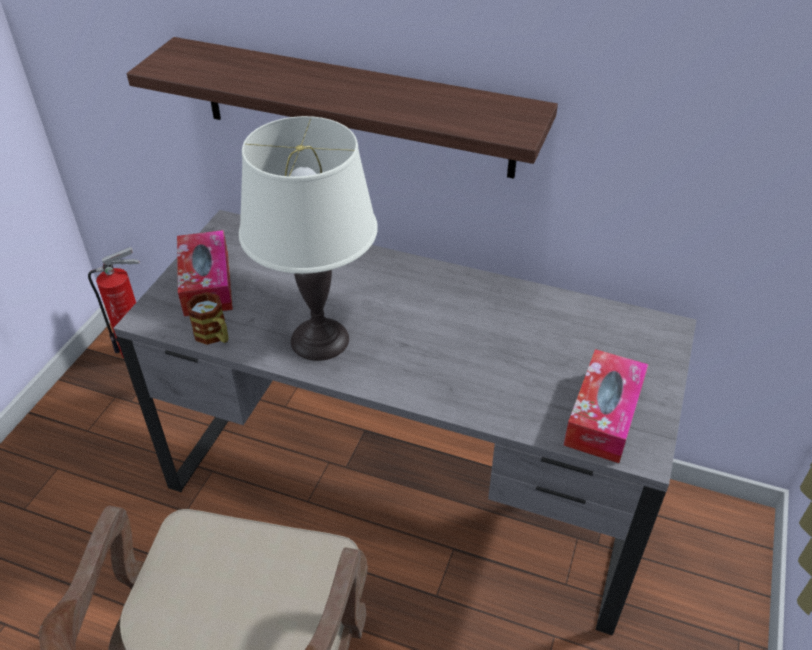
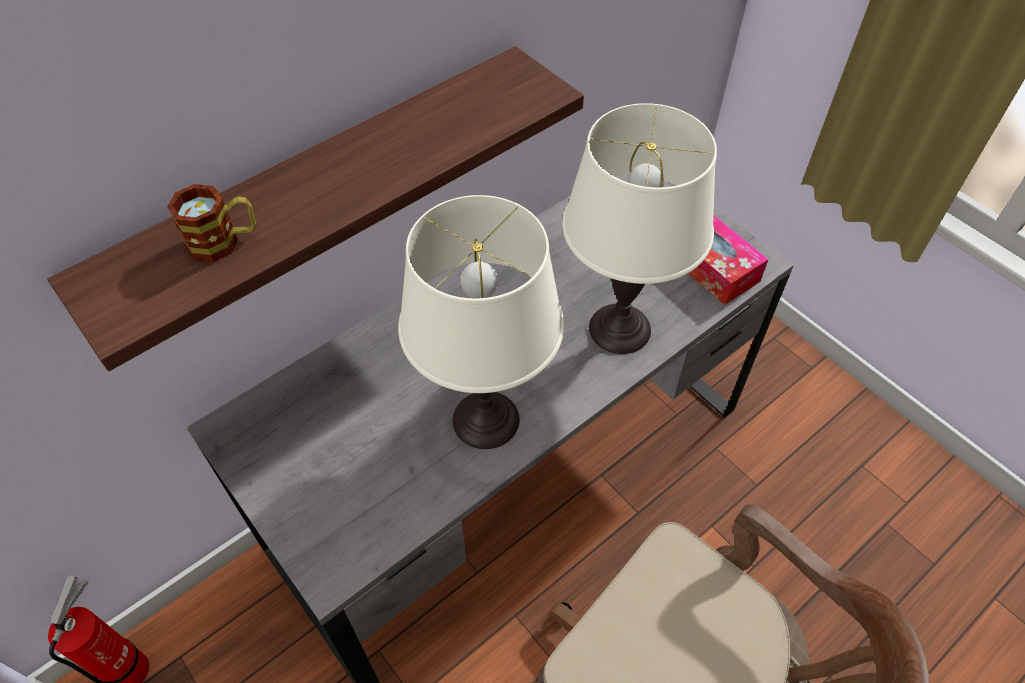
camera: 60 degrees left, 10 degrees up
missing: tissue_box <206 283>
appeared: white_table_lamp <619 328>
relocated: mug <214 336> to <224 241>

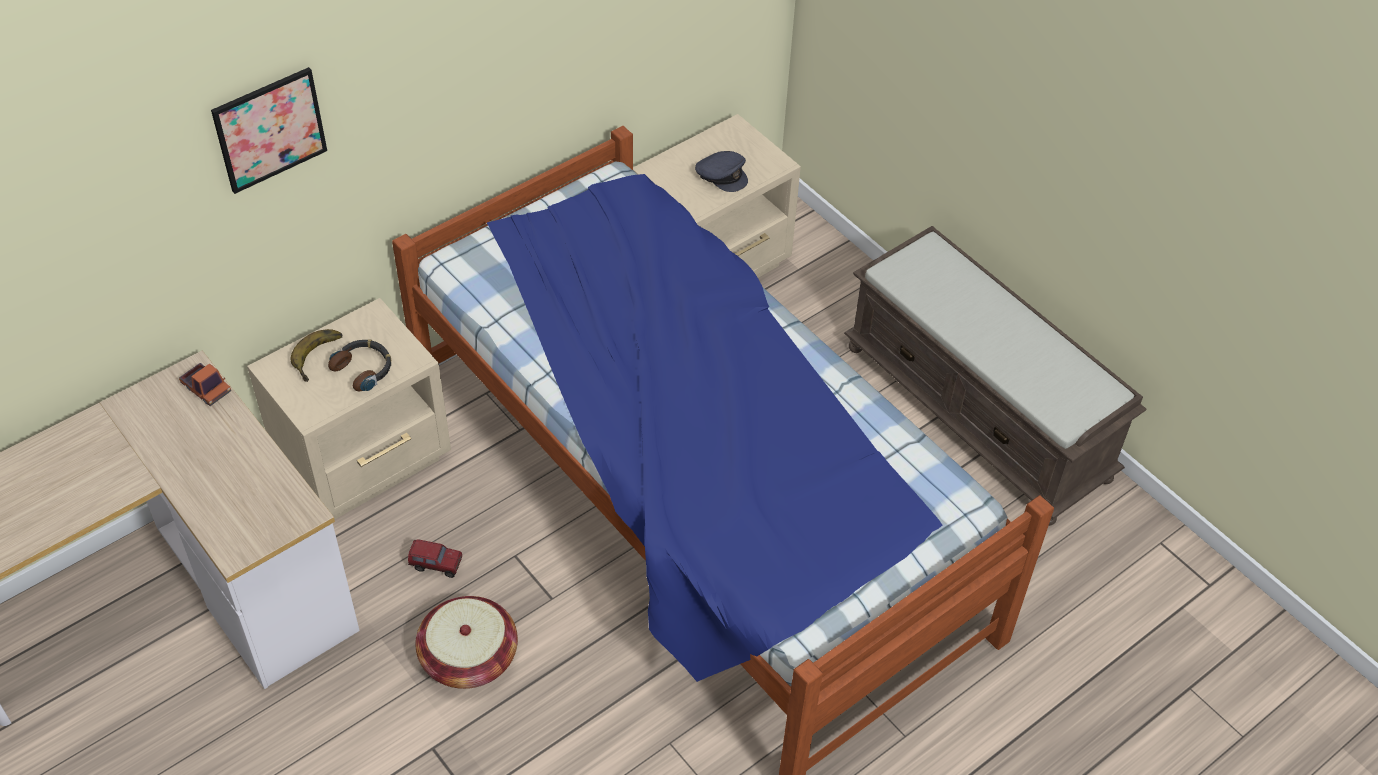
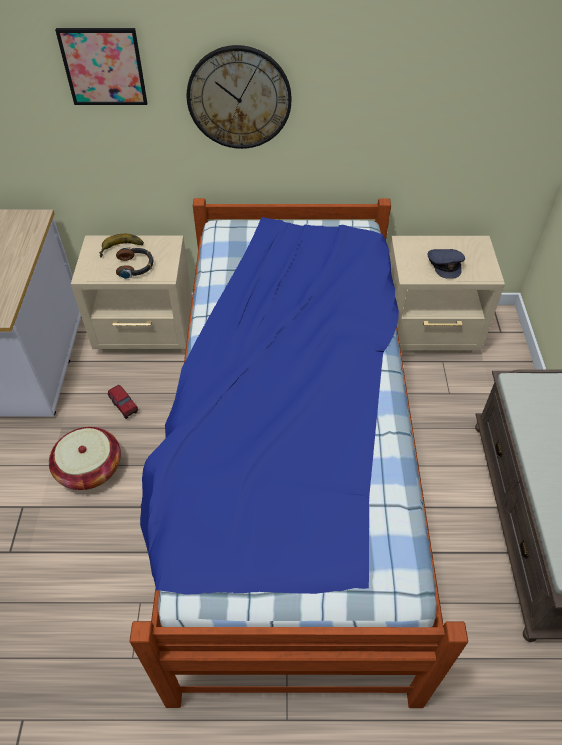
camera: 40 degrees right, 0 degrees up
missing: toy_truck <206 389>
appeared: wall_clock <239 98>

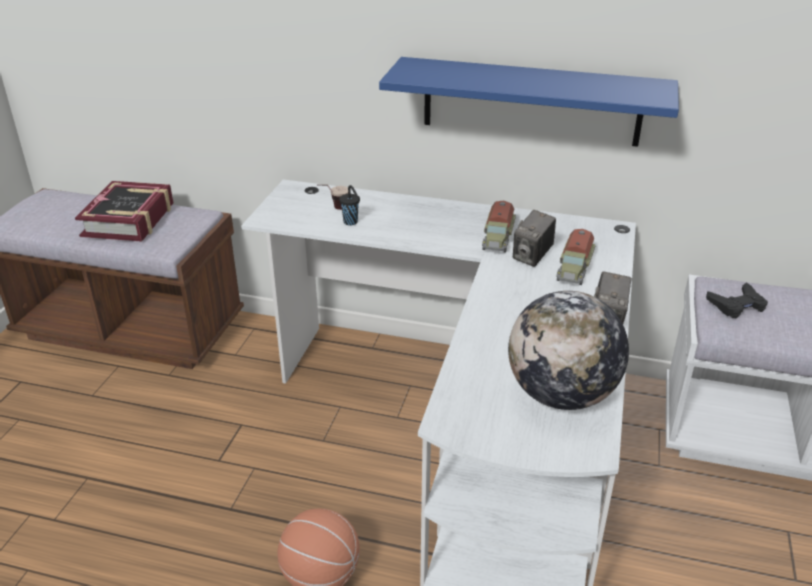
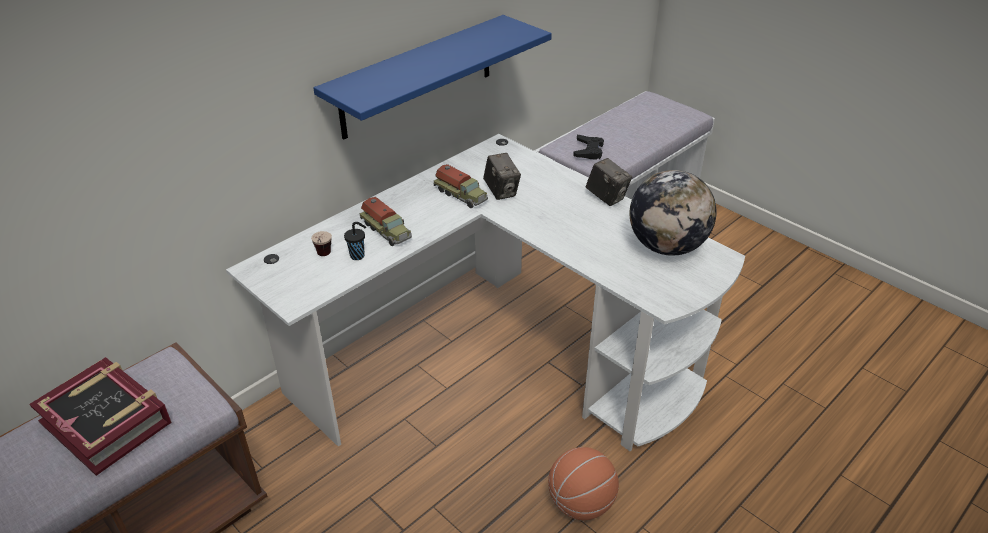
camera: 60 degrees left, 5 degrees up
relocated: toy_truck <574 269> to <387 231>

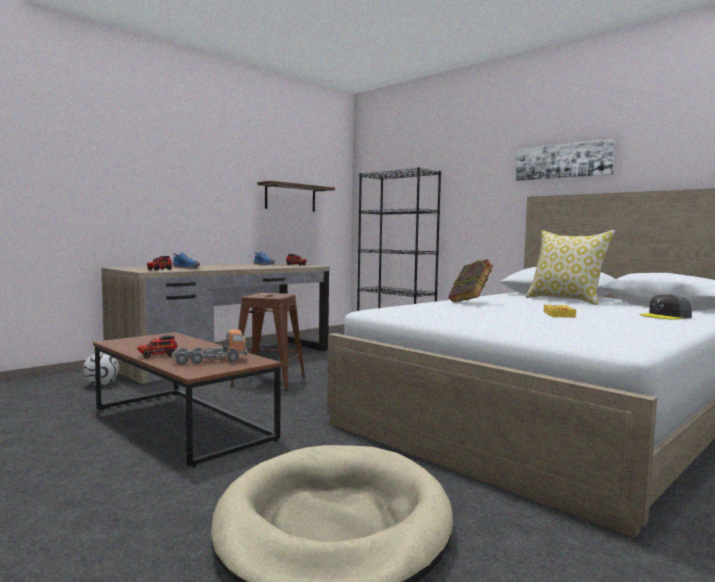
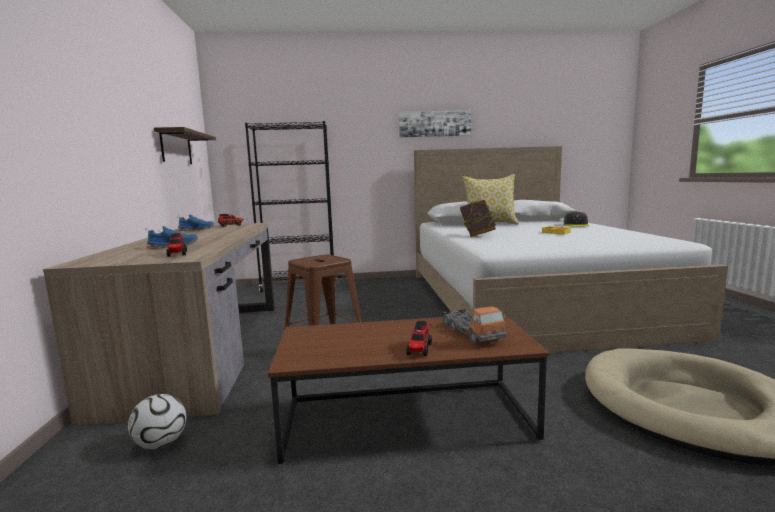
camera: 50 degrees left, 5 degrees up
spun: toy_truck <210 360> = <471 333> 135 degrees clockwise

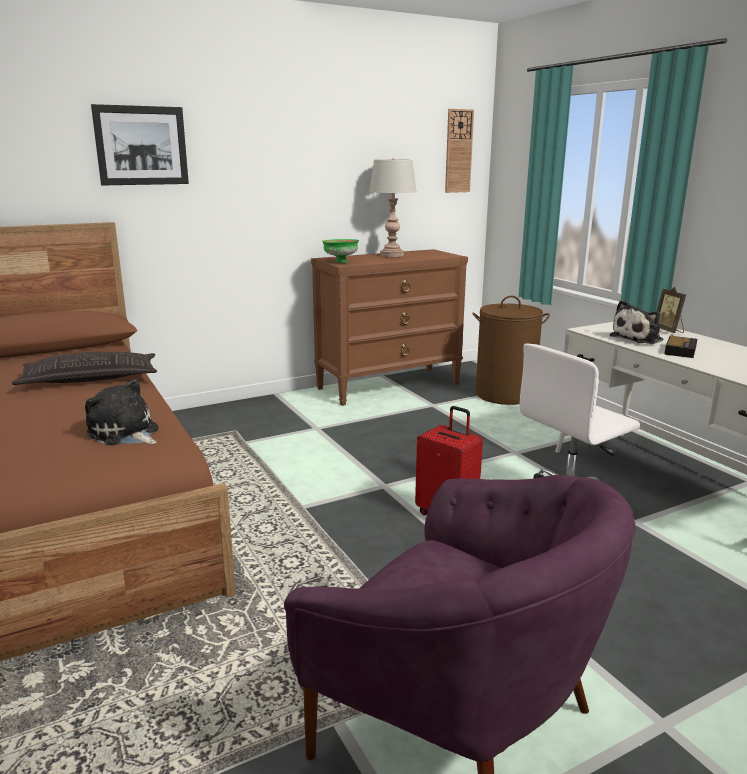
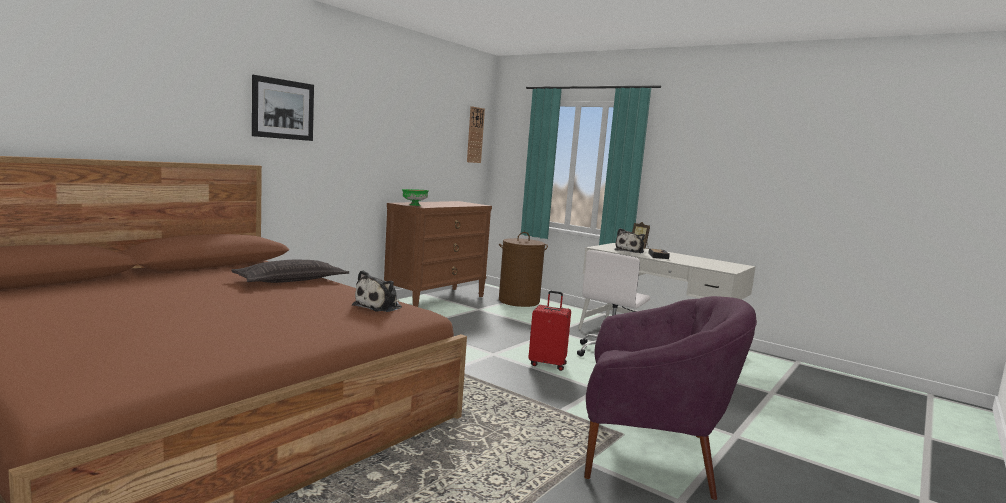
camera: 25 degrees left, 10 degrees down
missing: grey_table_lamp <392 255>
spun: plush_toy <125 433> = <380 306> 75 degrees counterclockwise

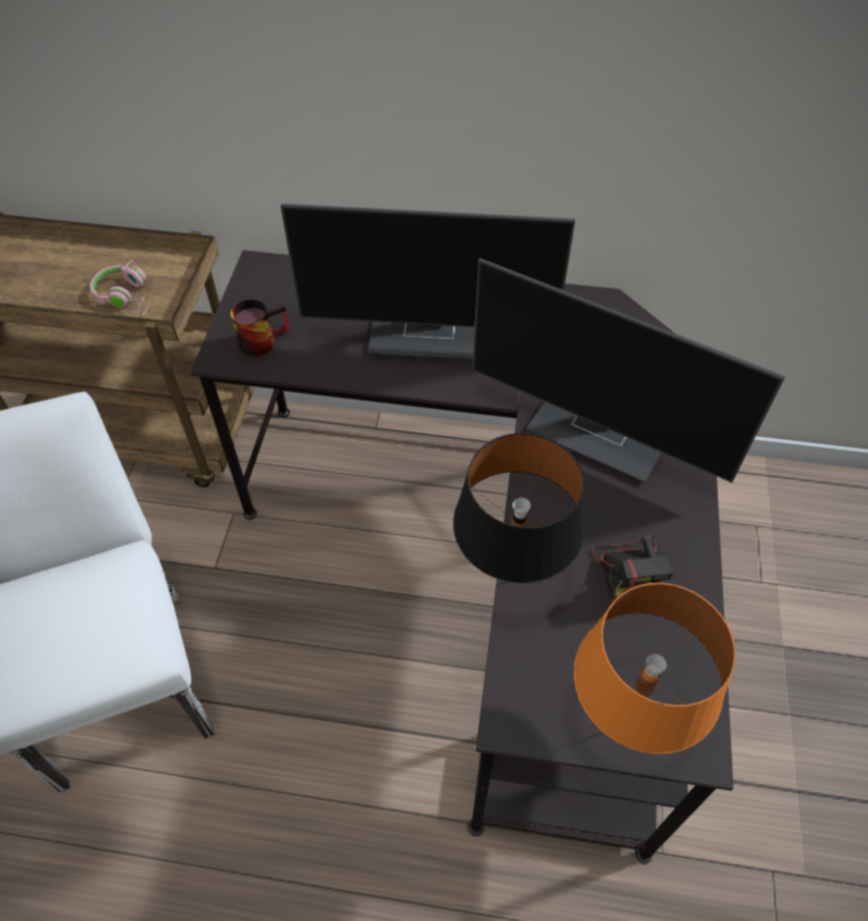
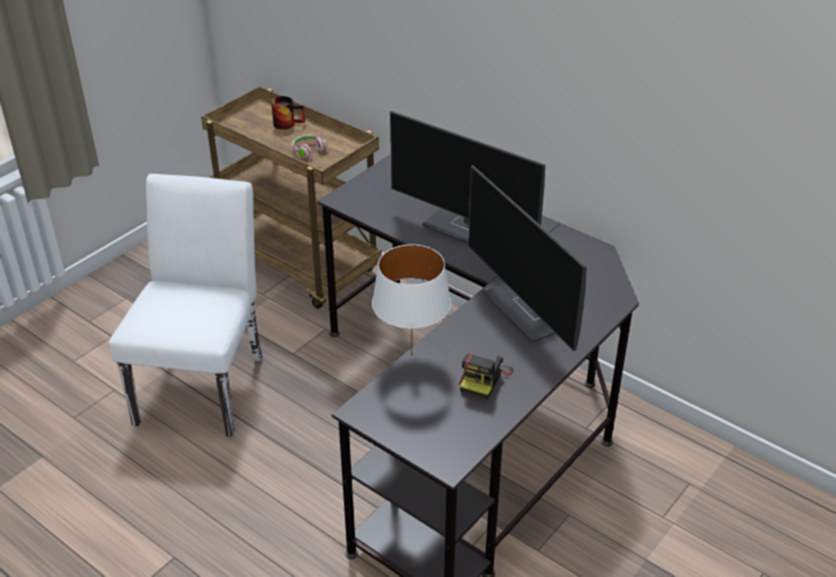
camera: 30 degrees right, 15 degrees down
missing: orange_table_lamp <625 725>
relocated: mug <261 339> to <288 123>
colour: black_table_lamp <511 581> to white_table_lamp <412 356>

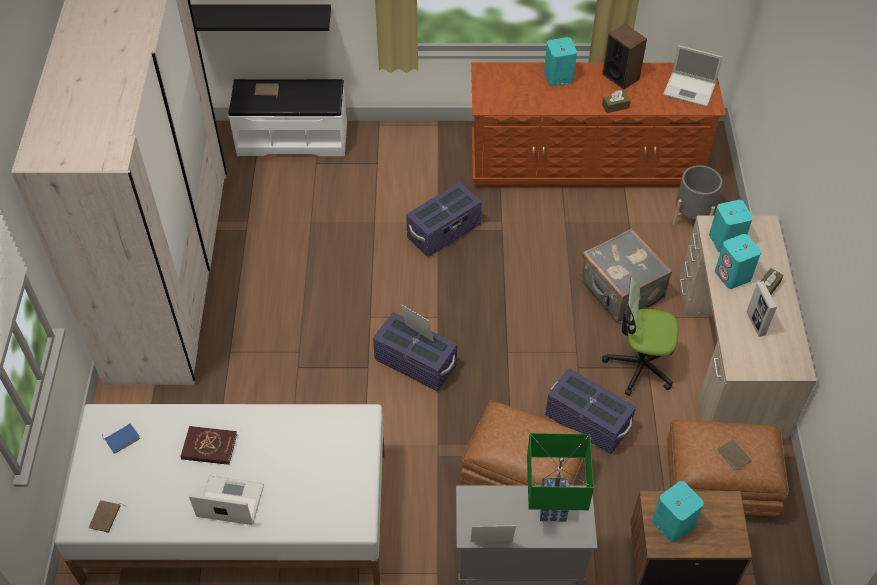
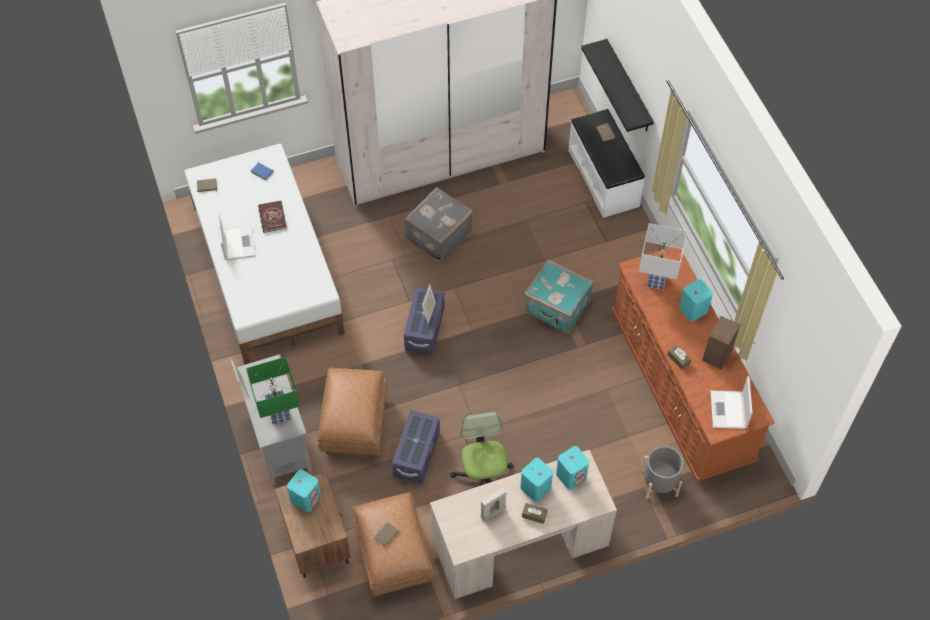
camera: 70 degrees right, 5 degrees up
appeared: white_table_lamp <656 280>
relocated: grey_suitcase <620 291> to <437 235>
exchanged: purple_storage_box <444 231> to turquoise_suitcase <556 308>

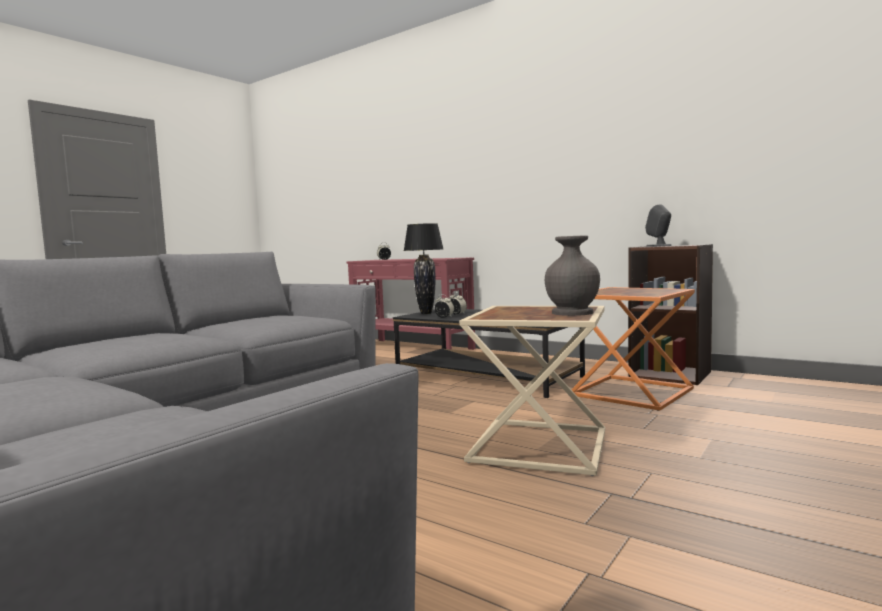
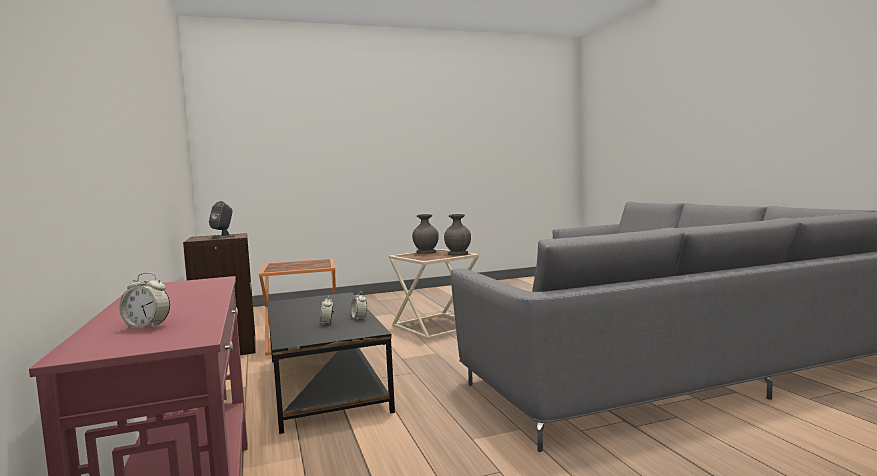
camera: 145 degrees left, 0 degrees up
missing: black_table_lamp <426 313>
appeared: grey_vase <458 254>

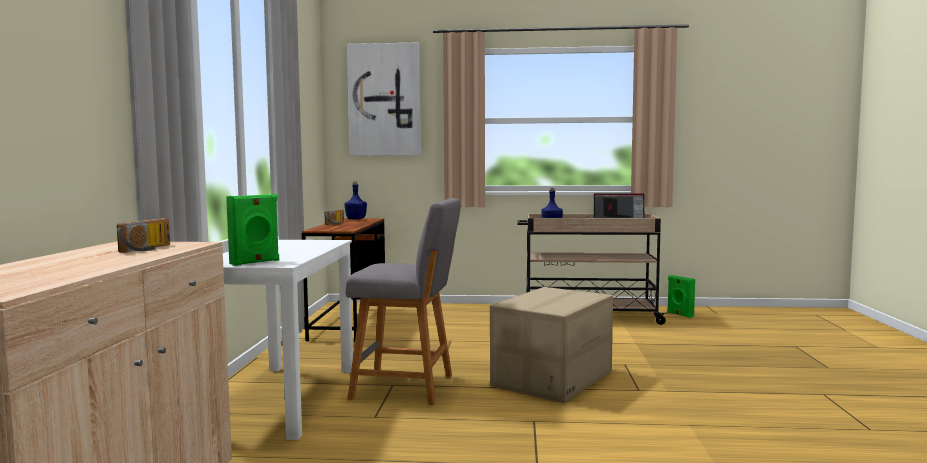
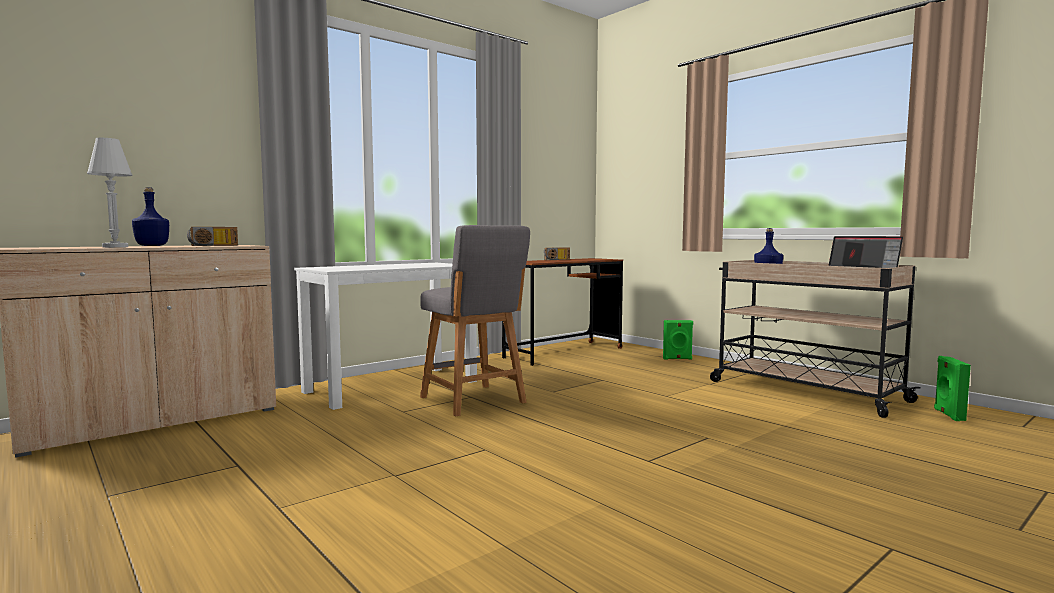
camera: 45 degrees right, 0 degrees up
missing: picture <384 100>; cardboard_box <553 379>
appeared: white_table_lamp <115 247>
relocated: blue_bottle <356 219> to <153 246>; green_speaker <255 262> to <677 359>

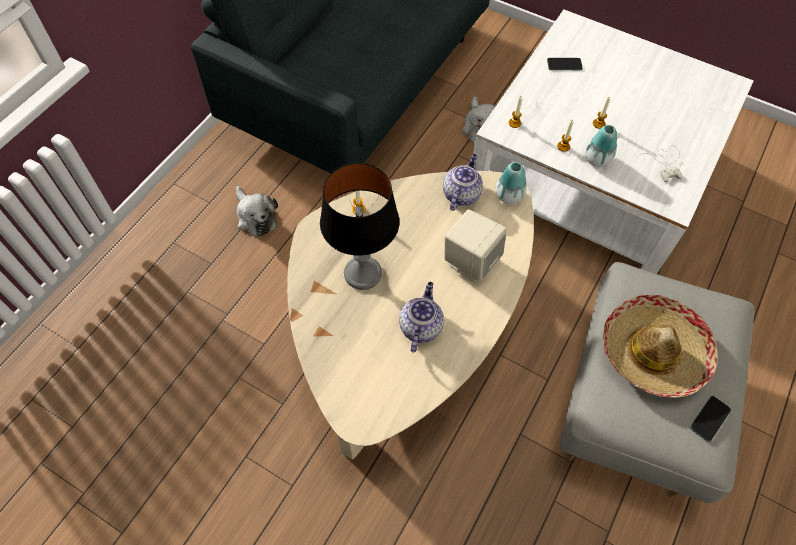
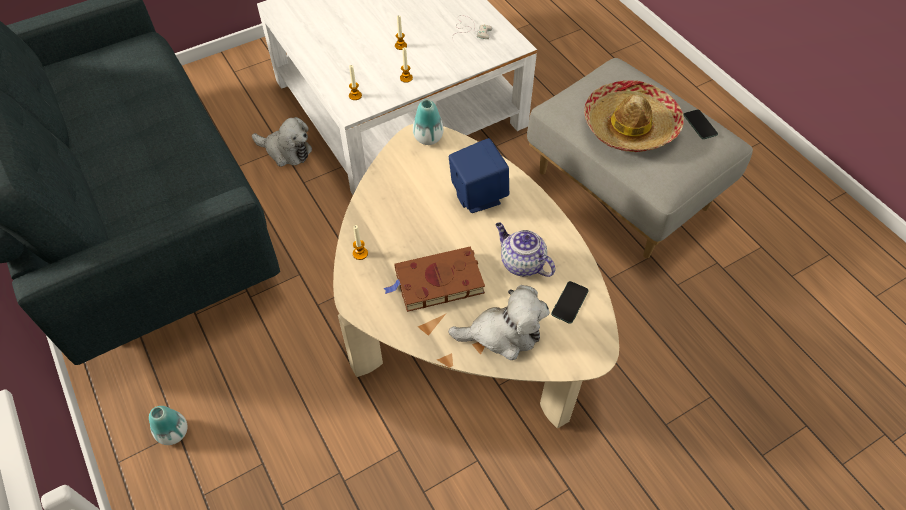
camera: 60 degrees left, 5 degrees down
missing: teapot <461 194>
relocated: vase <597 159> to <173 432>; plush_toy <255 217> to <503 333>; phone <564 64> to <569 302>
exchanged: table_lamp <362 273> to brown_book <436 282>
colour: beige_speaker <471 261> to blue_speaker <477 196>

